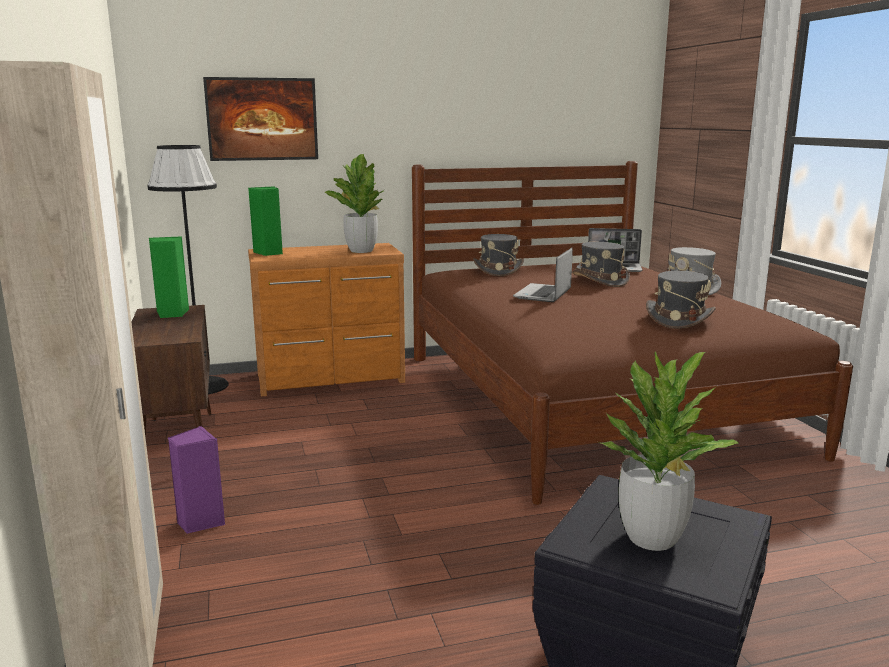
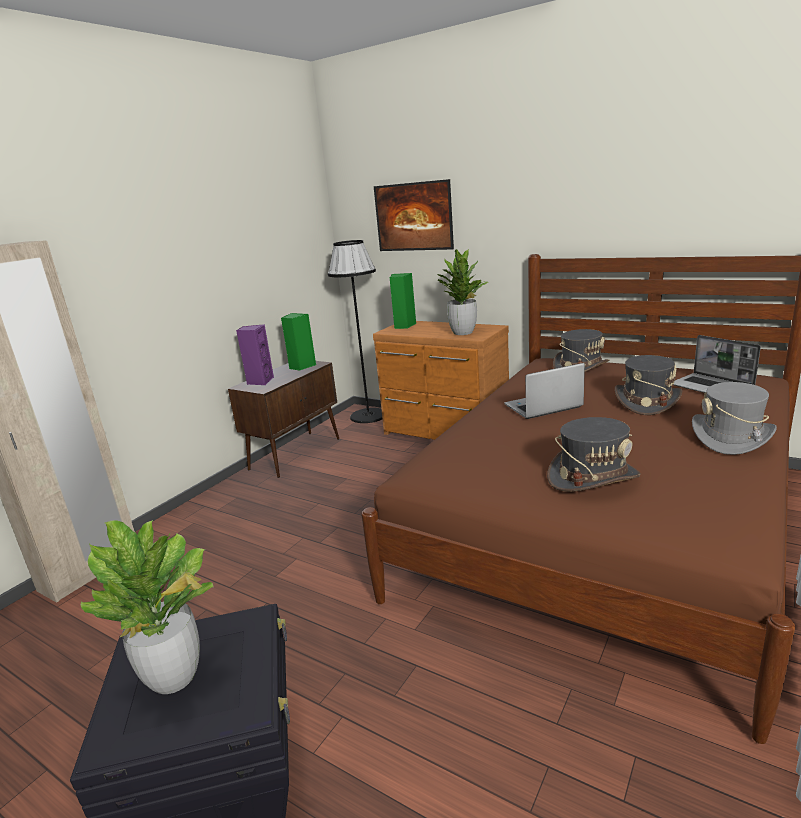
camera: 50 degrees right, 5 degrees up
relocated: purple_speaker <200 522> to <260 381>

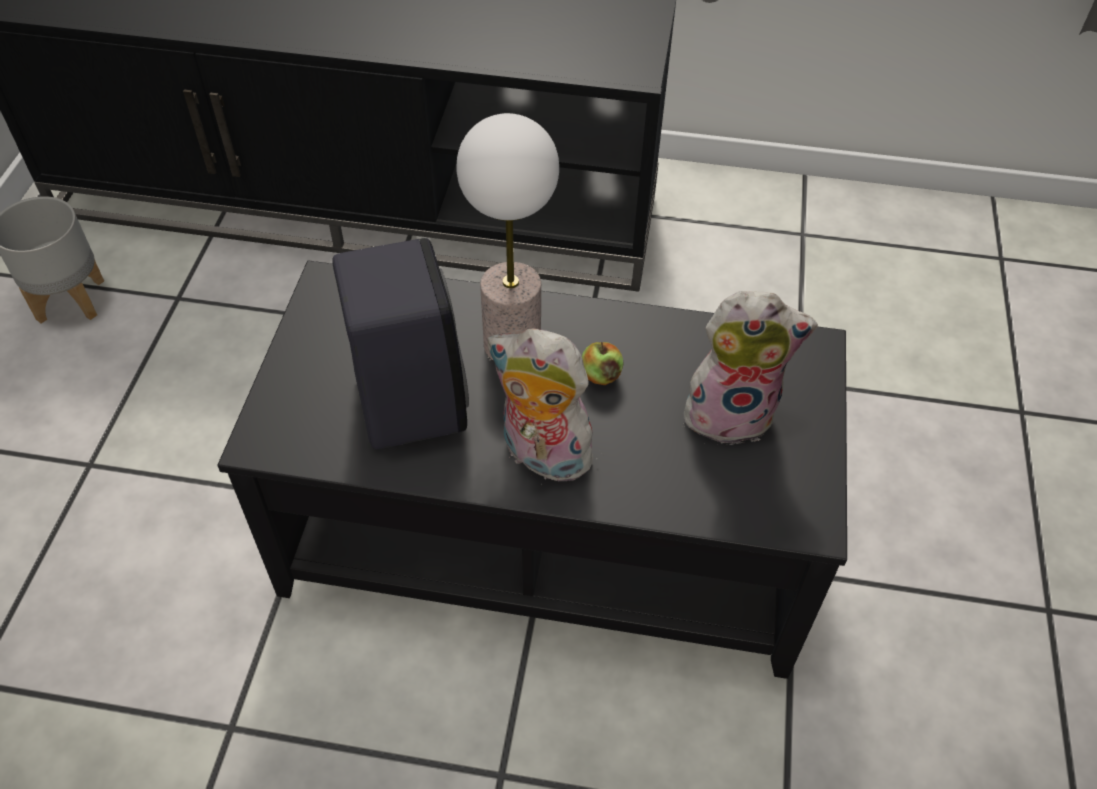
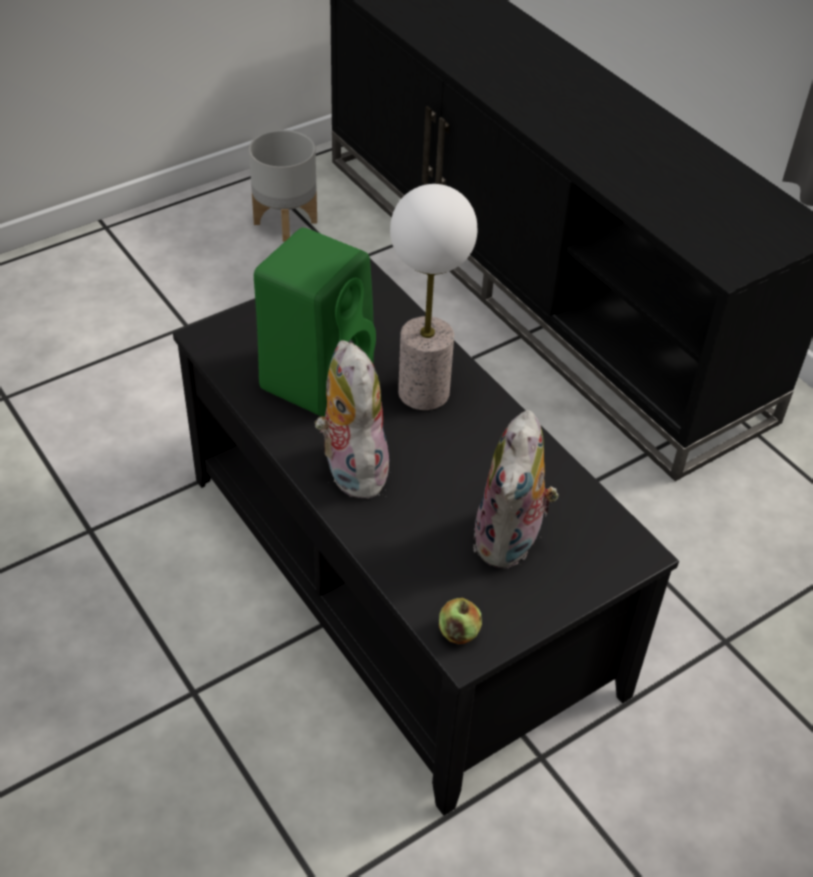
camera: 45 degrees right, 5 degrees down
relocated: apple <601 375> to <458 632>
colour: black_speaker <408 399> to green_speaker <318 376>
spun: plush_toy <731 412> = <510 542> 60 degrees clockwise

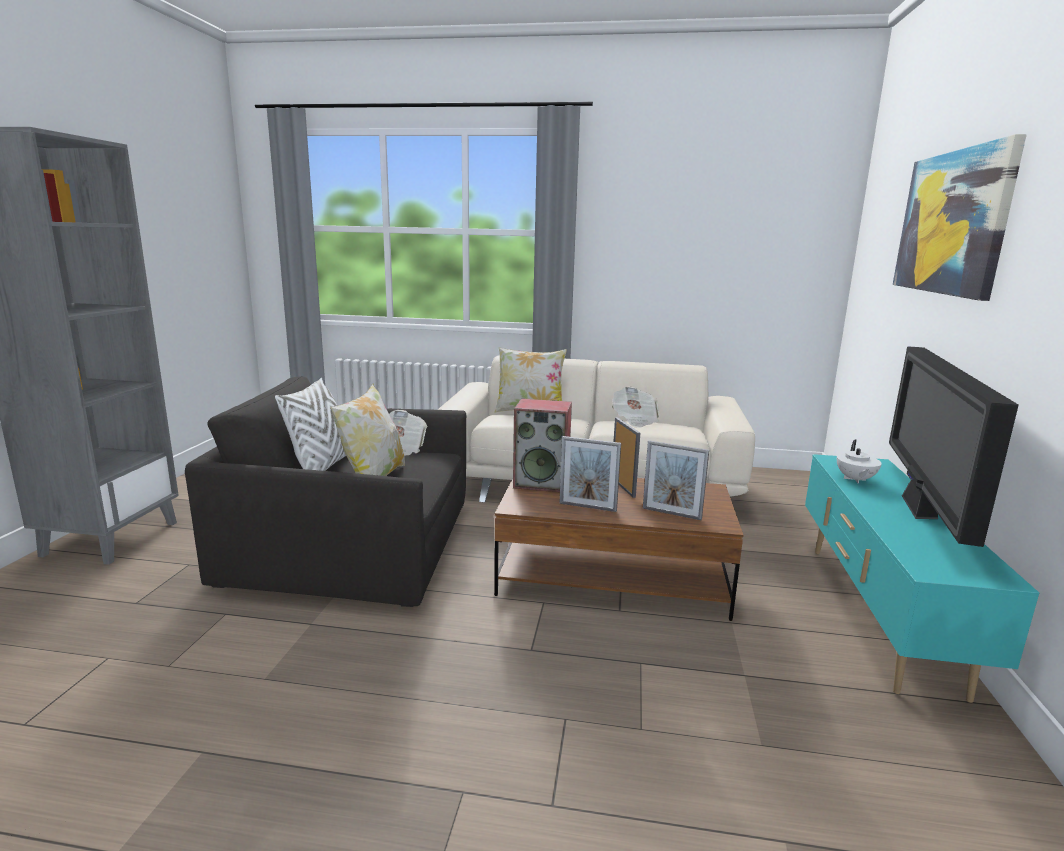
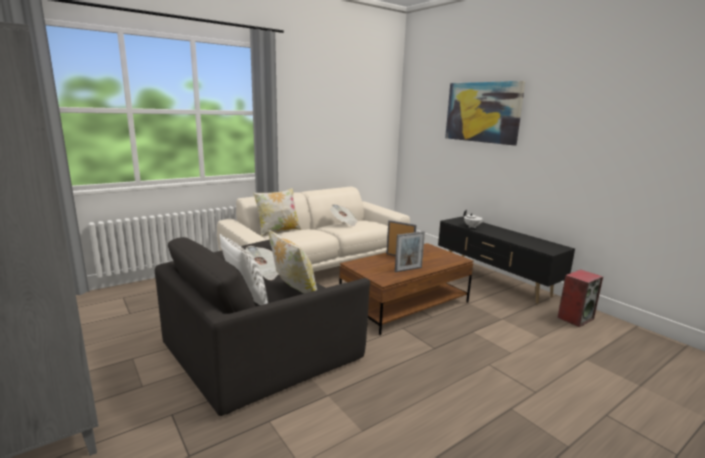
camera: 45 degrees left, 0 degrees up
missing: picture_frame <671 513>; television <918 509>
relocated: speaker <542 483> to <575 318>
colour: turquoise_tv_stand <877 614> to black_tv_stand <494 280>

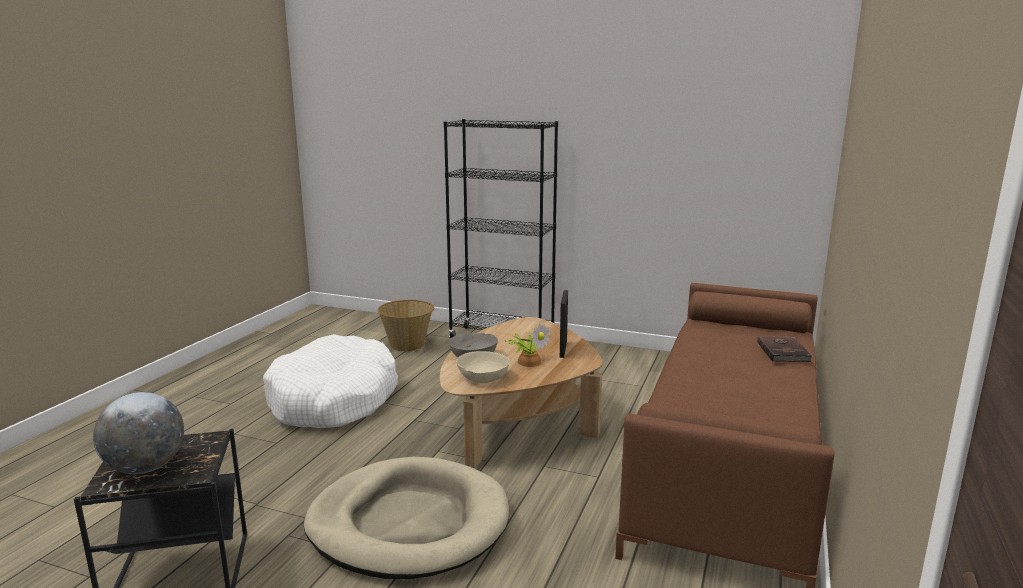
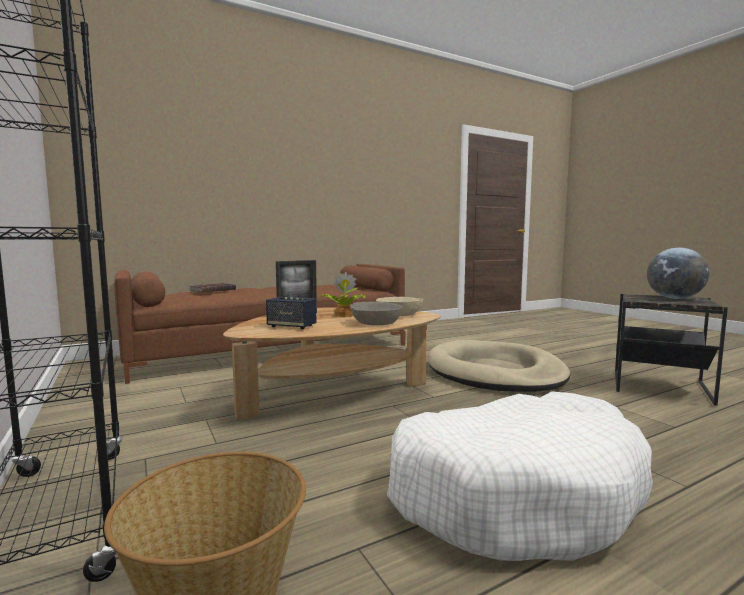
camera: 140 degrees left, 10 degrees down
appeared: speaker <291 326>

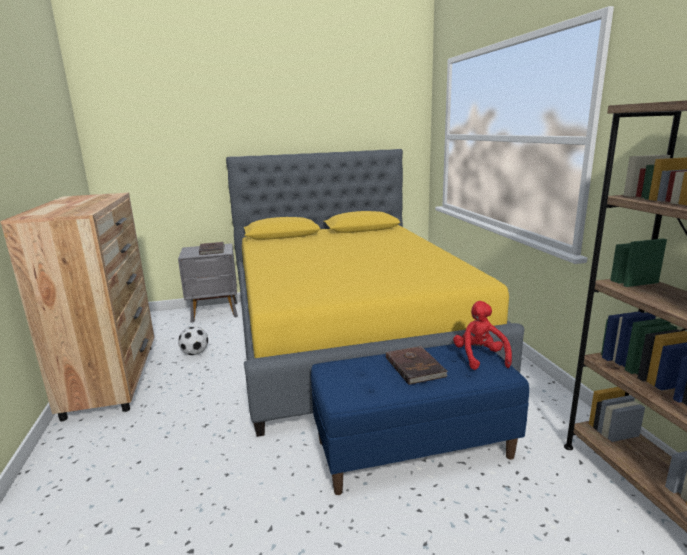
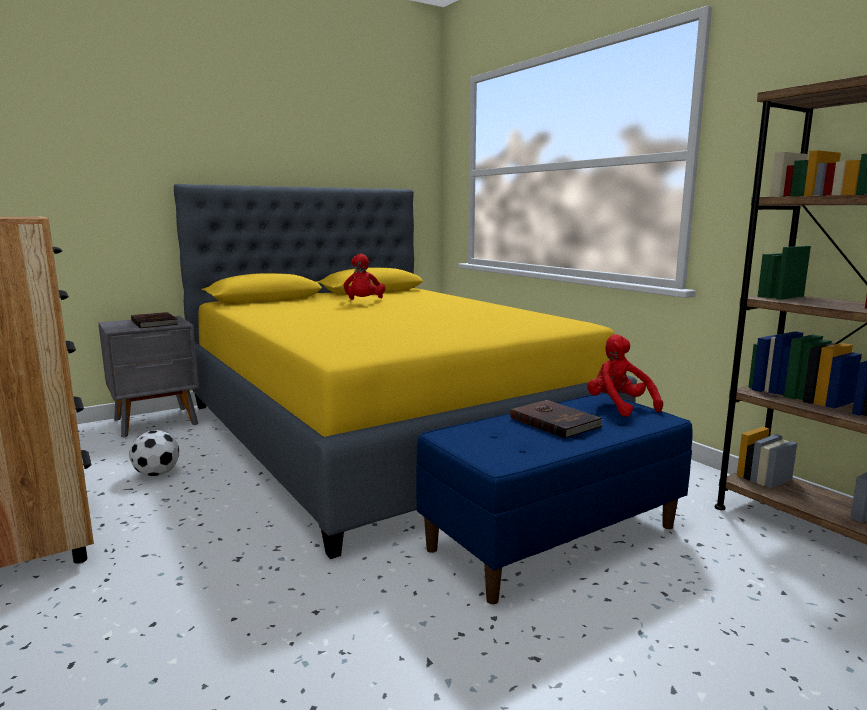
camera: 20 degrees left, 5 degrees down
appeared: red_plush_toy <364 302>

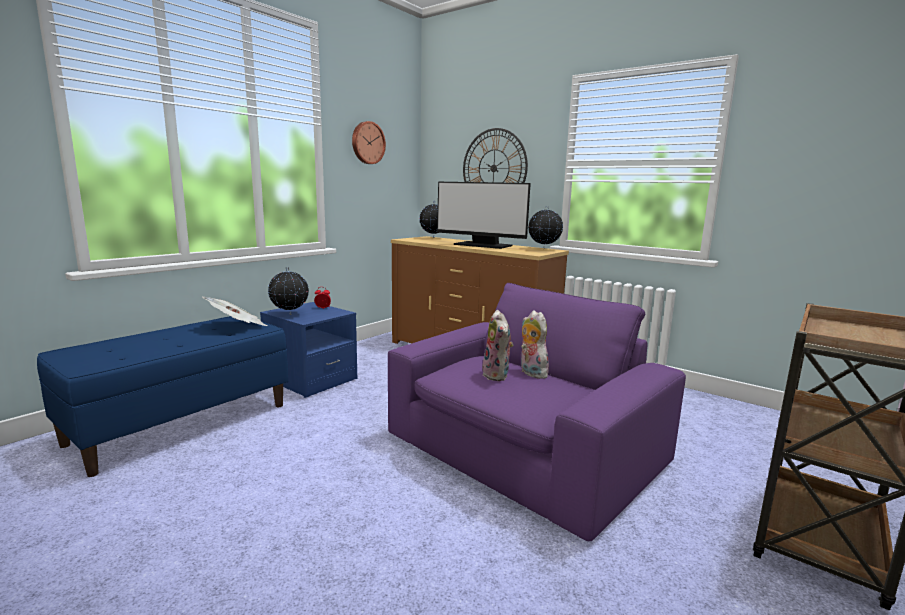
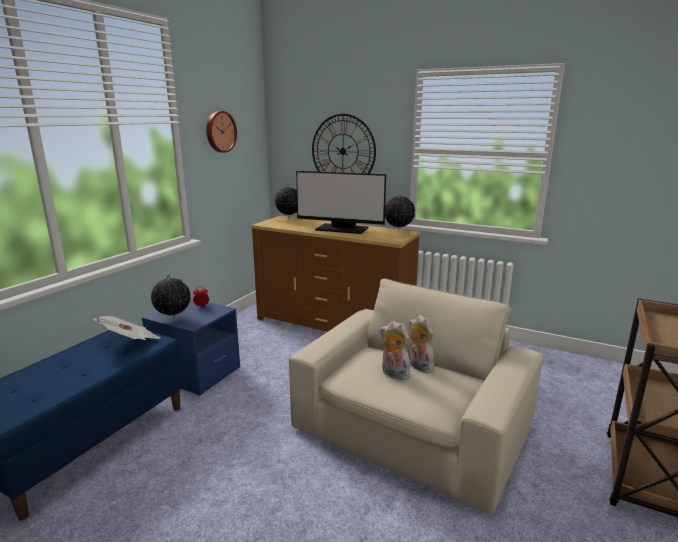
camera: 10 degrees left, 5 degrees up
colour: purple_armchair <523 451> to beige_armchair <412 429>
spun: plush_toy <498 375> = <393 374> 150 degrees clockwise

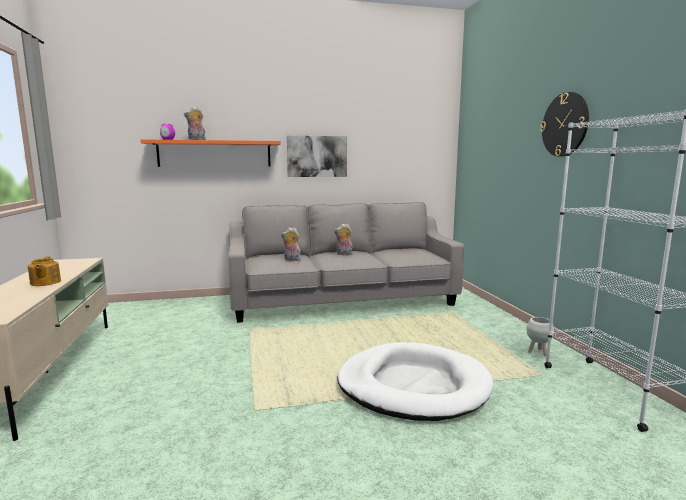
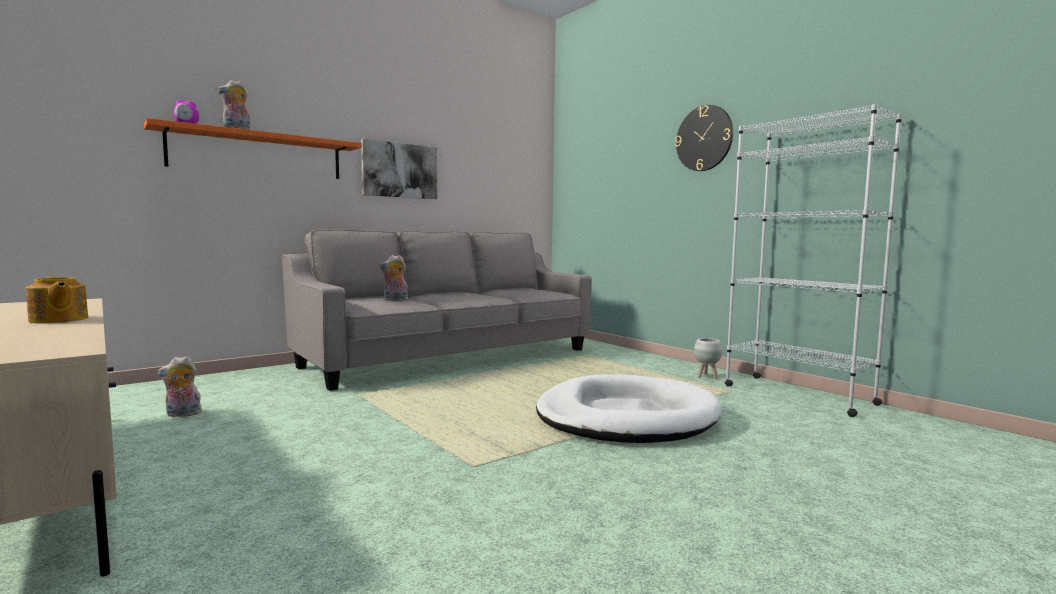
camera: 25 degrees left, 5 degrees down
relocated: plush_toy <343 254> to <182 414>

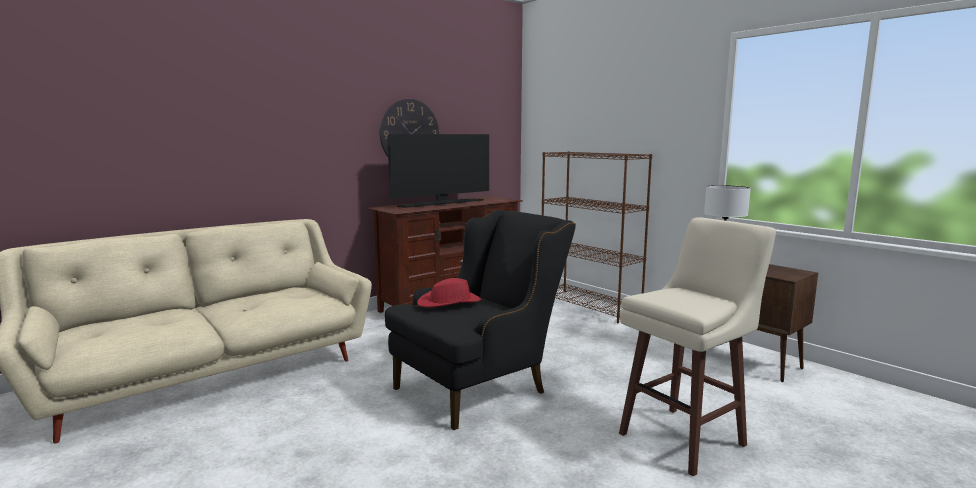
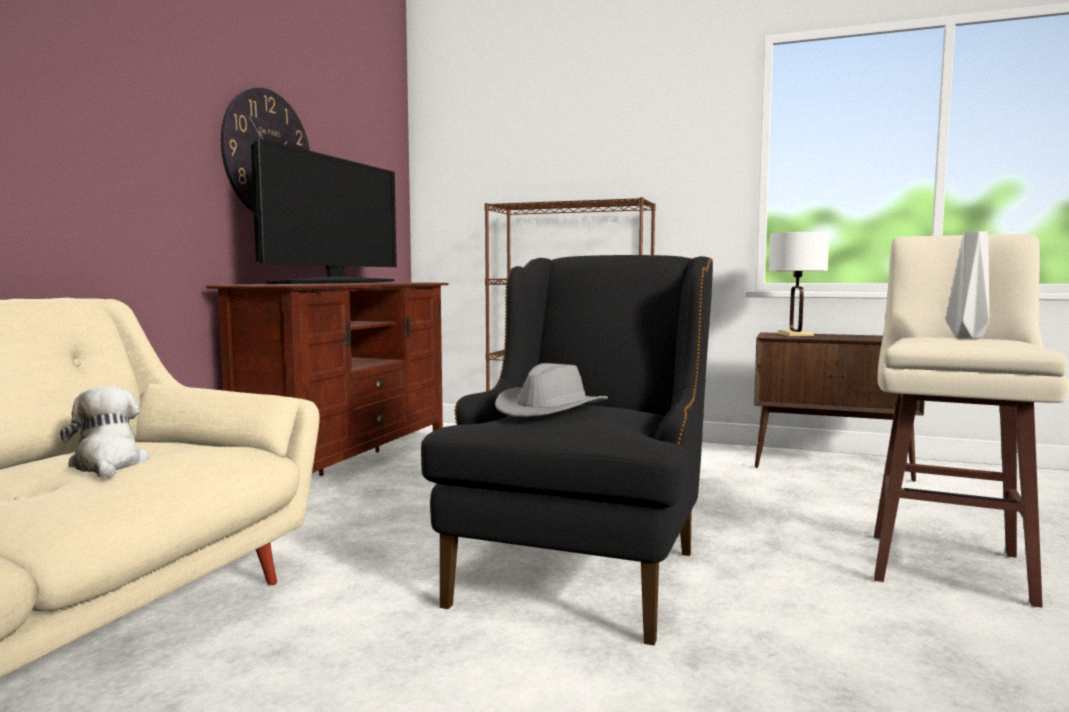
camera: 30 degrees left, 5 degrees down
appeared: plush_toy <108 465>; grey_vase <969 337>
colour: red_hat <449 302> to grey_hat <550 409>

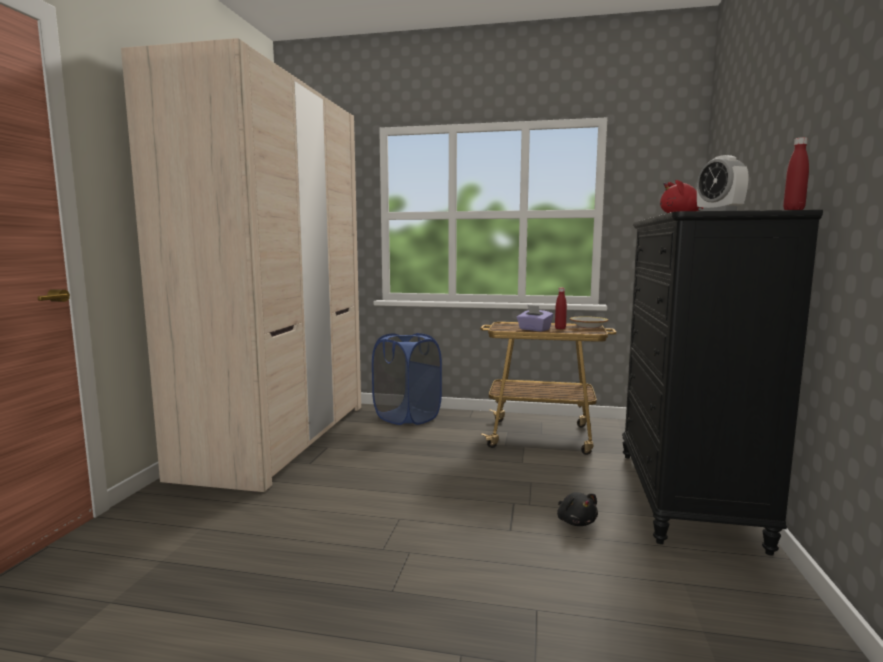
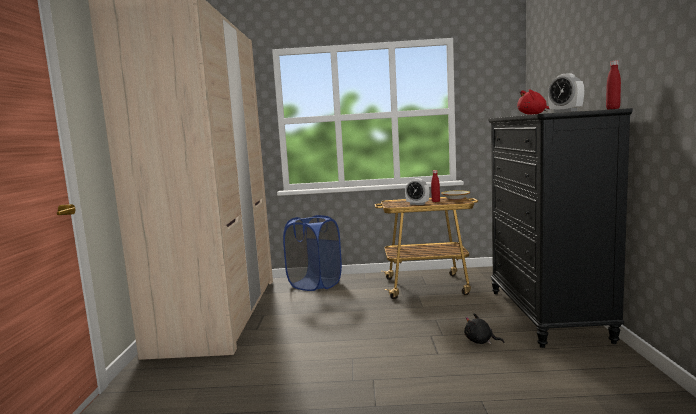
camera: 10 degrees left, 0 degrees up
exchanged: purple_tissue_box <534 329> to alarm_clock <417 204>
spun: black_plush_toy <576 521> = <480 341> 150 degrees clockwise

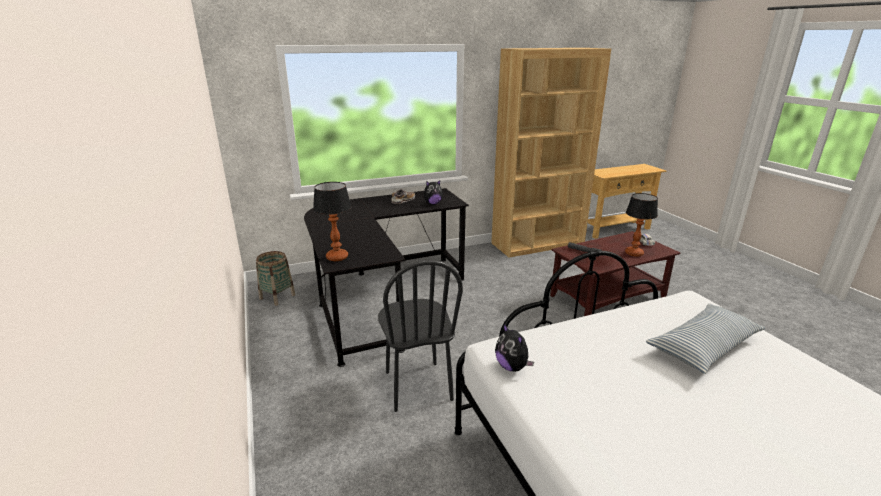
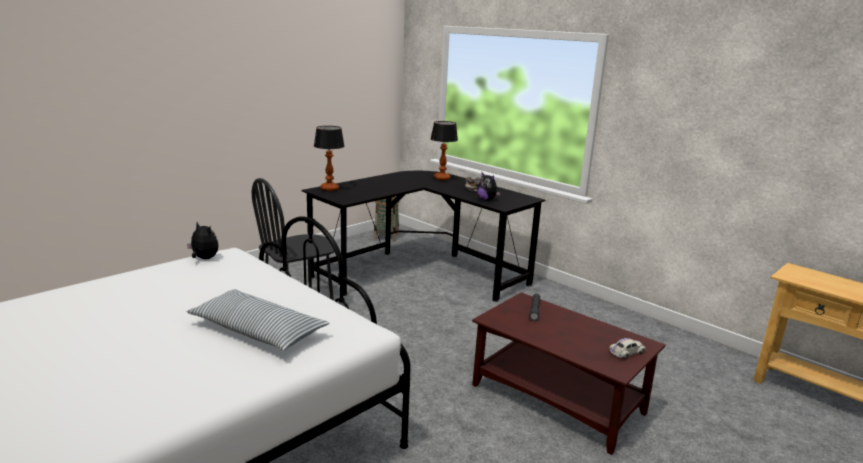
camera: 65 degrees right, 5 degrees down
missing: brown_bookcase <538 244>
relocated: table_lamp <634 253> to <442 178>
spun: plush_toy <512 367> = <204 258> 90 degrees clockwise

